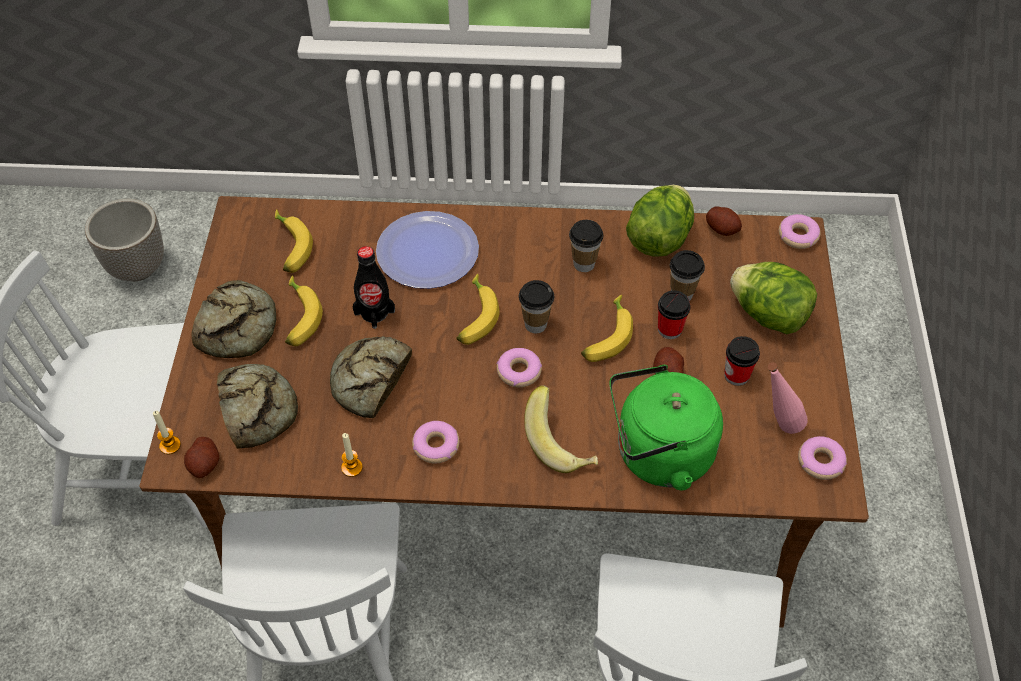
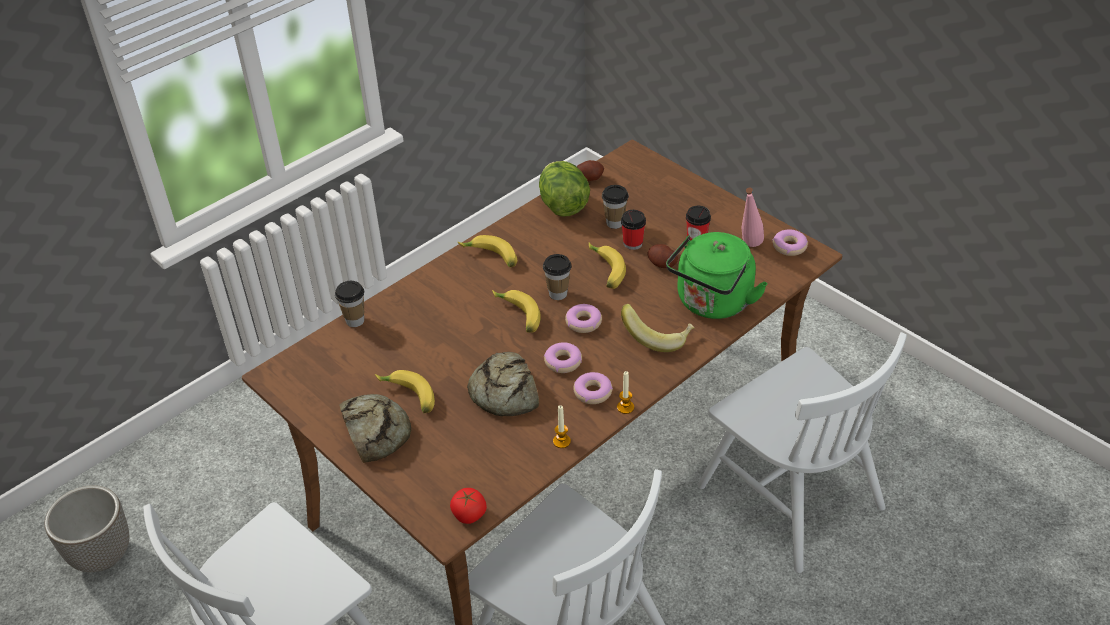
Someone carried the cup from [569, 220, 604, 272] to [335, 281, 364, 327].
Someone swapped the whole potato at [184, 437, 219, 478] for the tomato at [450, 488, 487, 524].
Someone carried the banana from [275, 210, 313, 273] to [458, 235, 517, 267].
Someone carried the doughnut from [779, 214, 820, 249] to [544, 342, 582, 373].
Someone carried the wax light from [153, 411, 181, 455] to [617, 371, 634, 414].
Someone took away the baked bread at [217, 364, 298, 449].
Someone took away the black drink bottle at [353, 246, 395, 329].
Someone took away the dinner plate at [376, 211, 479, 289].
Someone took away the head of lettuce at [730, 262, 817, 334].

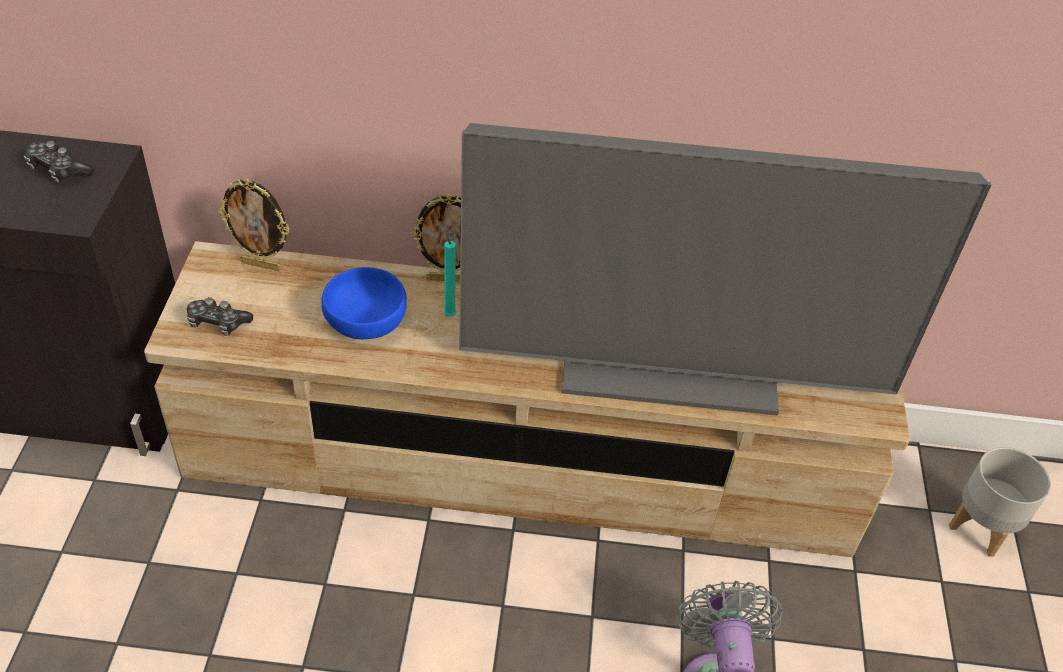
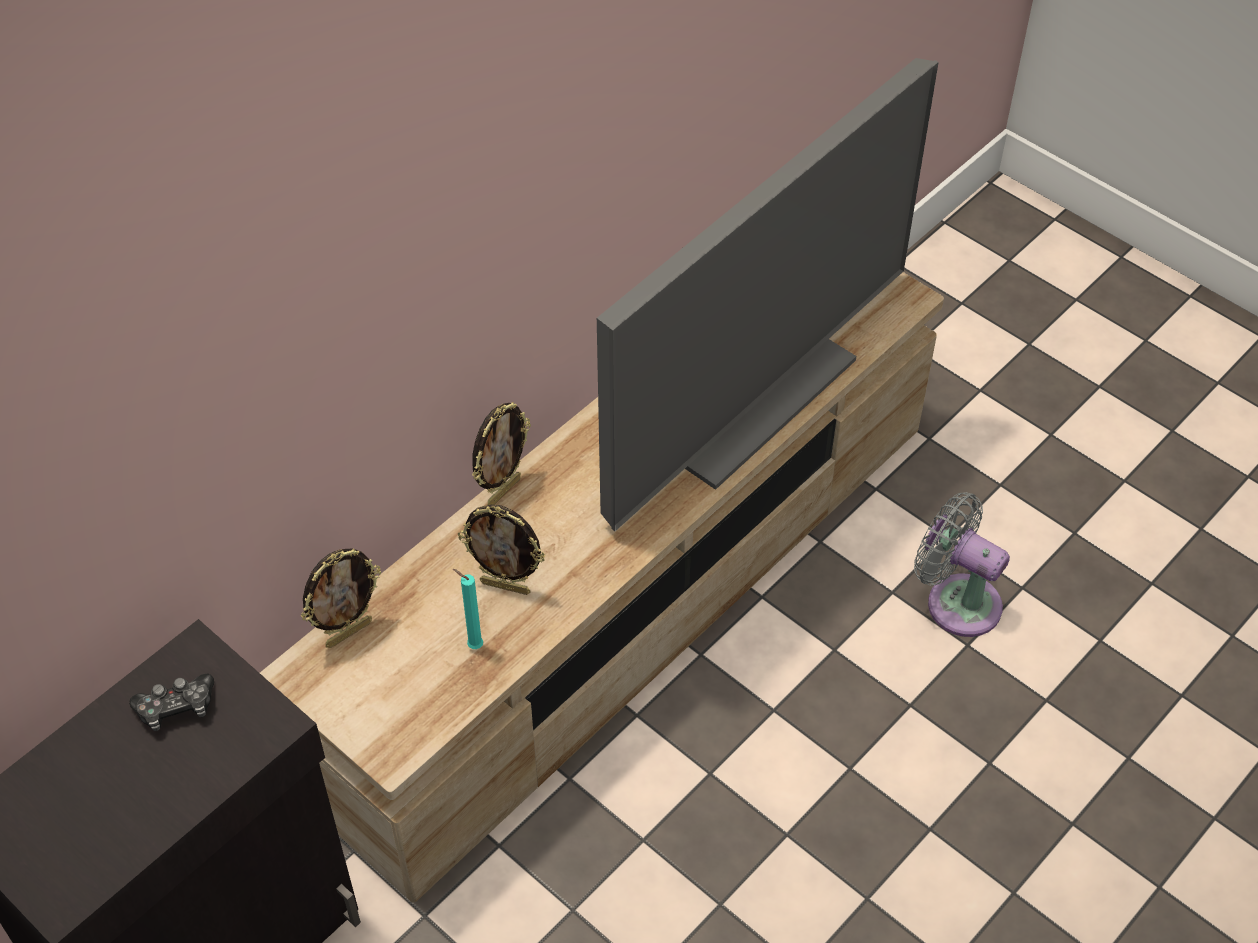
Someone carried the blue-green wax light from [443, 228, 456, 316] to [453, 569, 483, 649].
Someone swapped the blue-coloured deep dish at [321, 267, 407, 339] for the standing frame at [458, 505, 545, 595].
Someone took away the gamepad at [187, 297, 253, 336].
Someone took away the gray plant pot at [949, 447, 1051, 557].

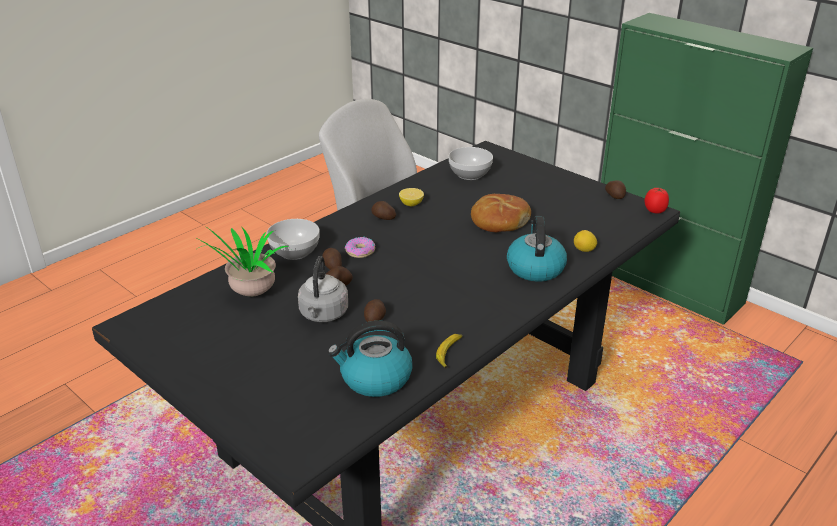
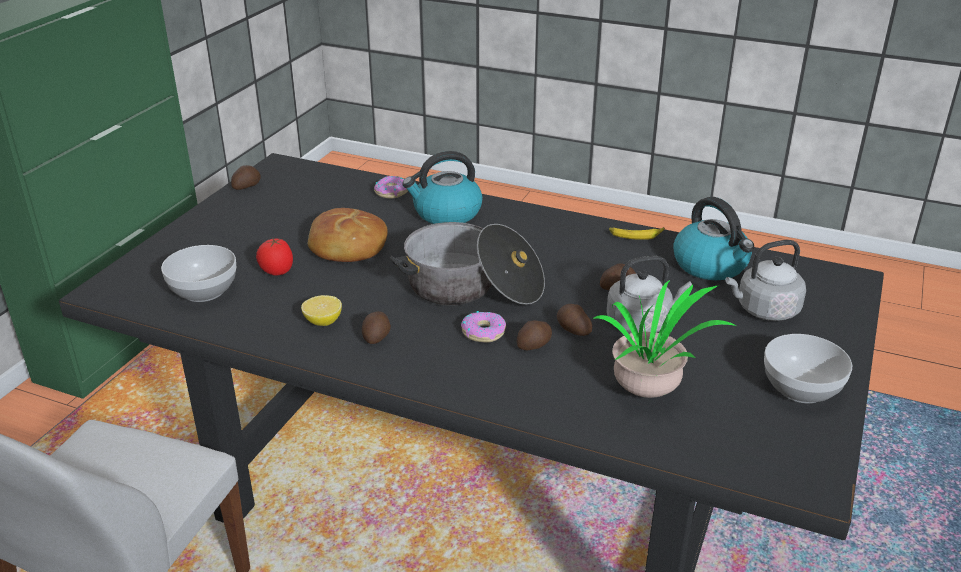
Someone carried the tomato from [645, 188, 669, 213] to [256, 238, 293, 276].
Someone swapped the whole lemon at [574, 230, 597, 252] for the doughnut at [374, 176, 408, 198].
Someone put down the saucepot at [390, 222, 545, 306].
Someone put down the gray water kettle at [725, 240, 806, 321].
Someone carried the deep dish from [267, 219, 320, 260] to [764, 334, 852, 403].

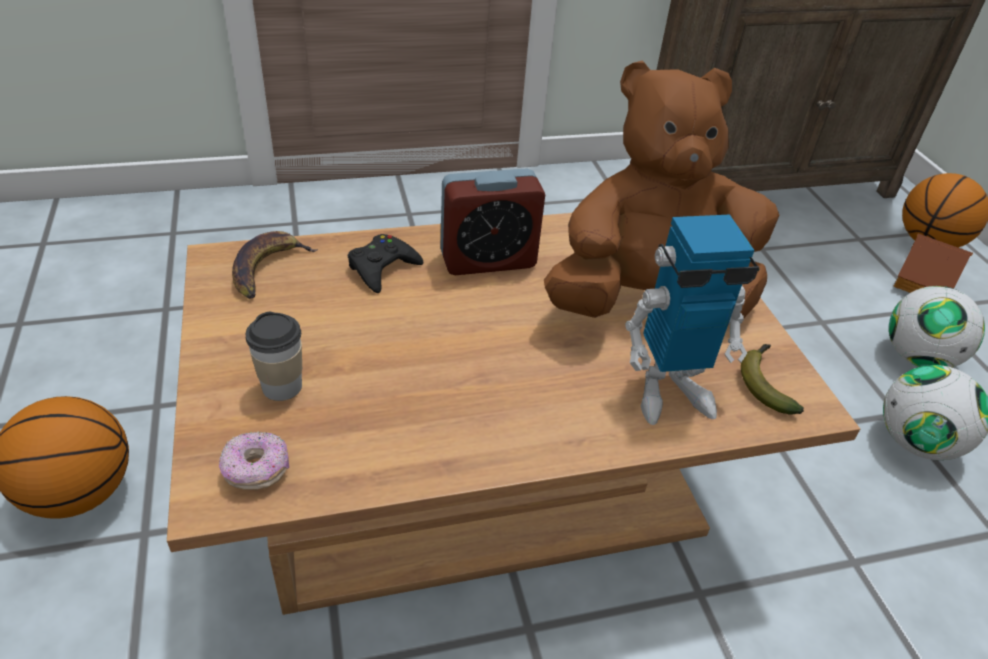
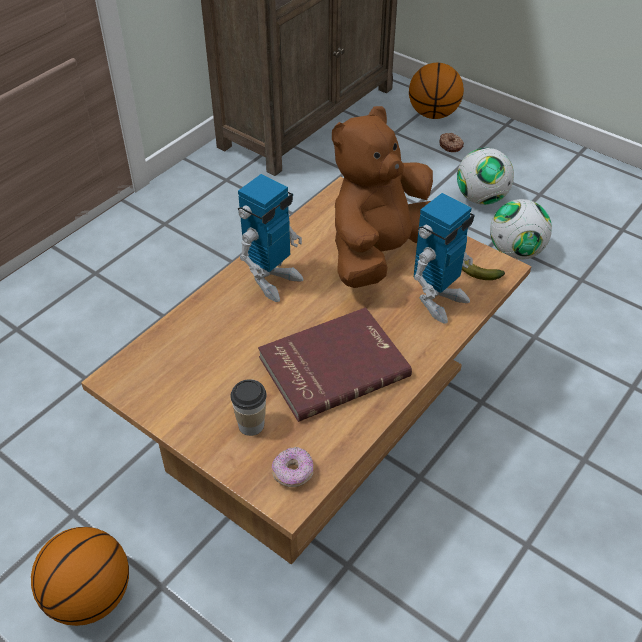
Someone swapped the table clock at [440, 168, 545, 275] for the toy robot at [238, 174, 304, 302].
Someone put down the reddish book at [258, 307, 412, 422].
Someone swapped the toy house at [894, 234, 973, 293] for the doughnut at [440, 133, 464, 152].
Someone took away the banana at [232, 231, 318, 299].
Someone took away the black gamepad at [348, 234, 423, 293].

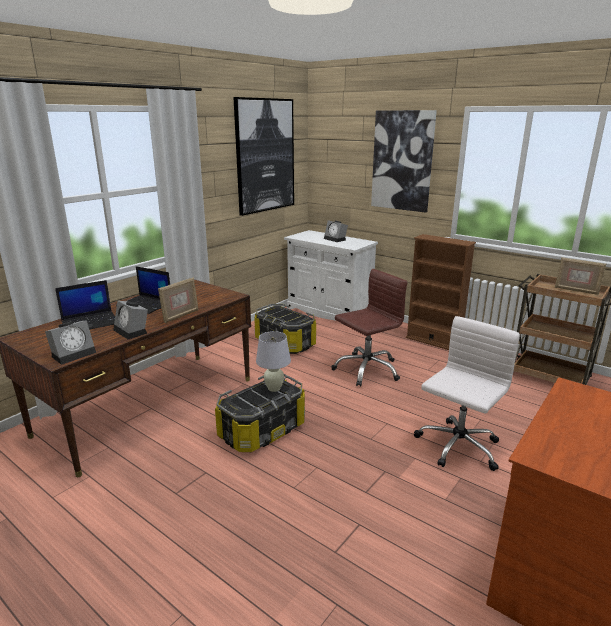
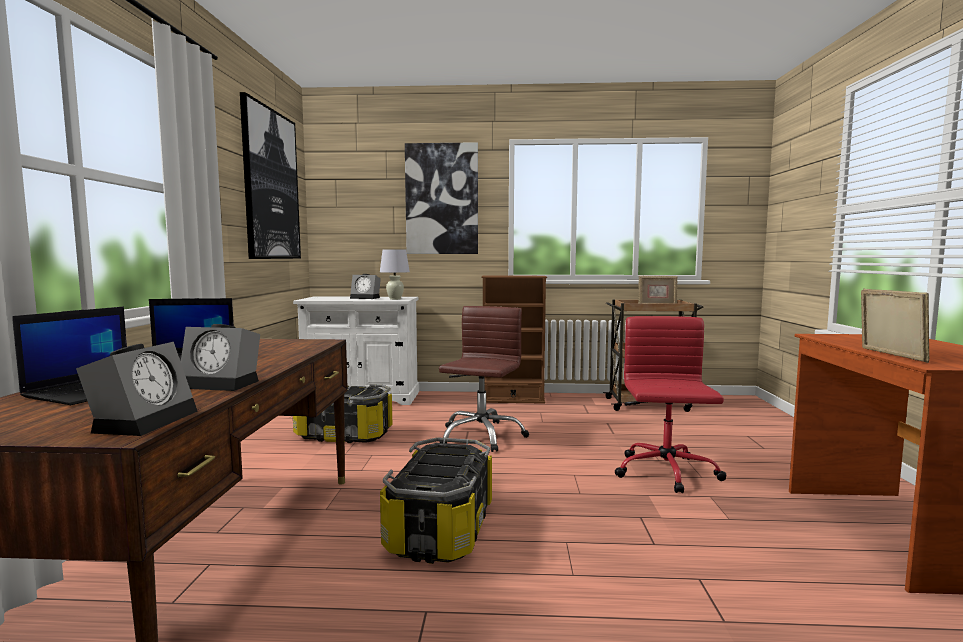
Someone carried the white-coloured tabletop lamp from [256, 331, 291, 392] to [380, 249, 410, 300].
Someone repainted the white-coloured office chair at [414, 316, 520, 471], which became the reddish office chair at [615, 316, 727, 493].
Someone carried the standing frame from [158, 277, 199, 323] to [861, 288, 929, 363].

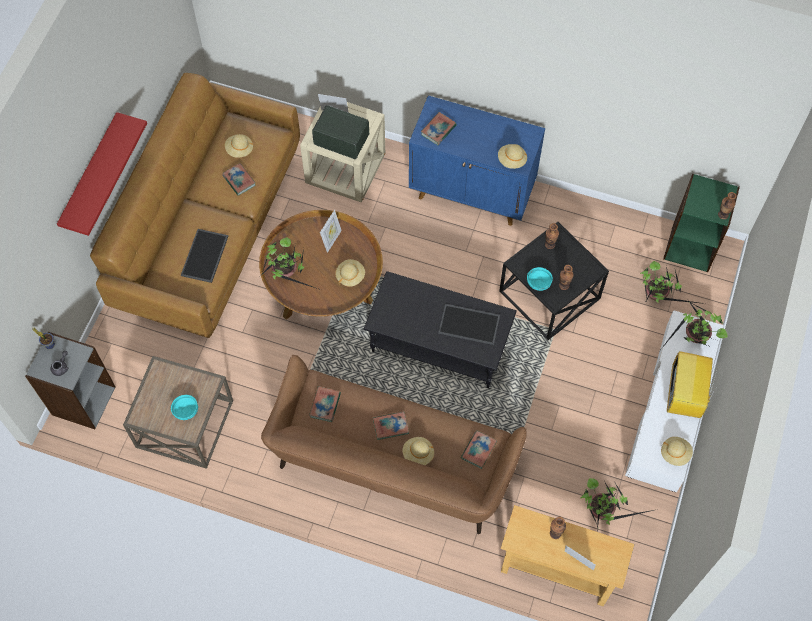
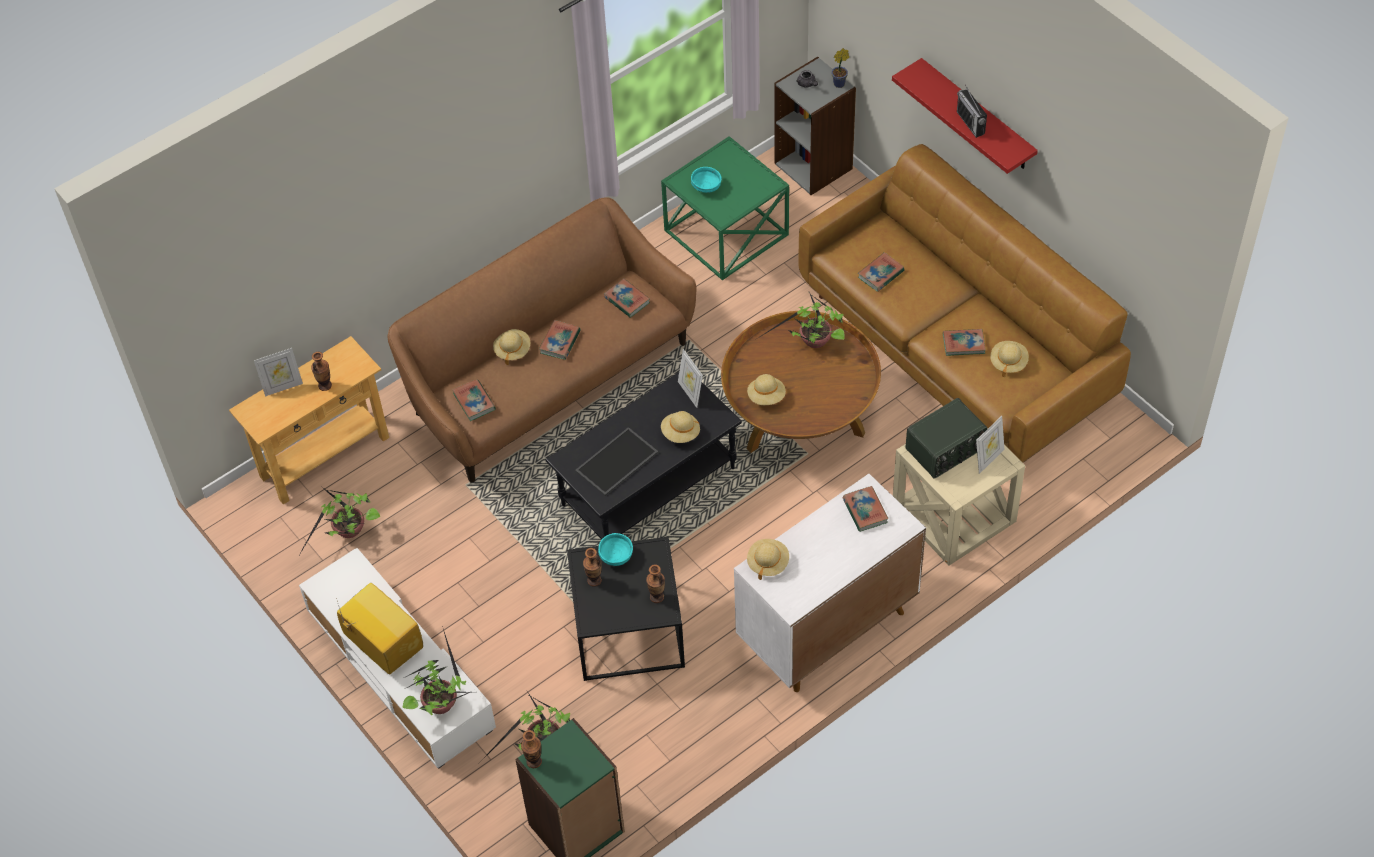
Someone repainted the brownish accent table at [123, 356, 233, 469], which became the greenish accent table at [661, 136, 789, 280].
Someone carried the beige hat from [661, 437, 693, 466] to [661, 411, 700, 443].
Someone carried the standing frame from [320, 210, 342, 253] to [678, 349, 703, 408].
Someone repainted the blue-coloured cabinet at [409, 96, 545, 226], which became the white-coloured cabinet at [734, 474, 926, 692].
Someone swapped the serving tray at [181, 229, 228, 283] for the book at [858, 252, 905, 292].
Someone put down the radio set at [957, 85, 987, 138].

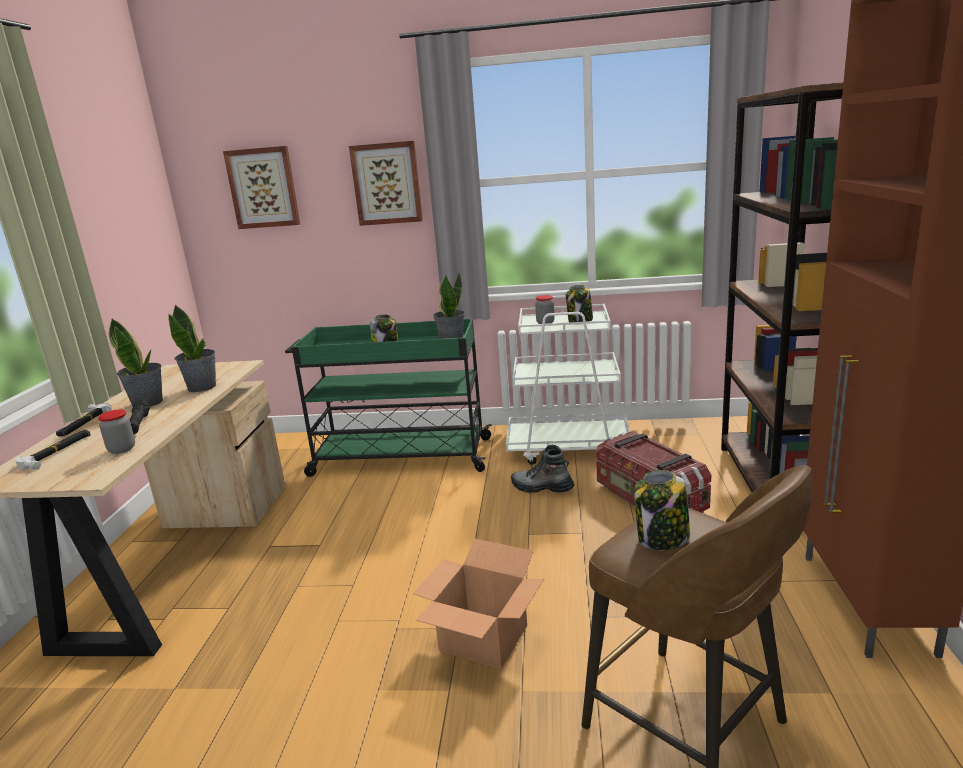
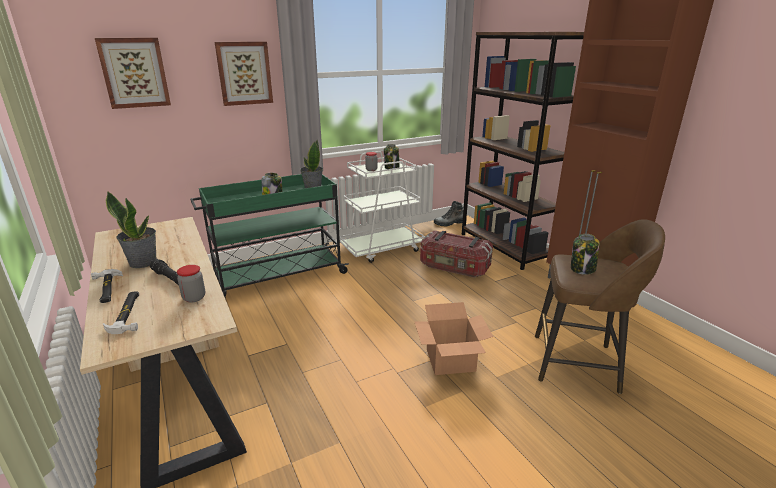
Someone carried the high-top boot from [511, 445, 575, 493] to [434, 201, 464, 227].
Someone took away the potted plant at [168, 304, 216, 392].

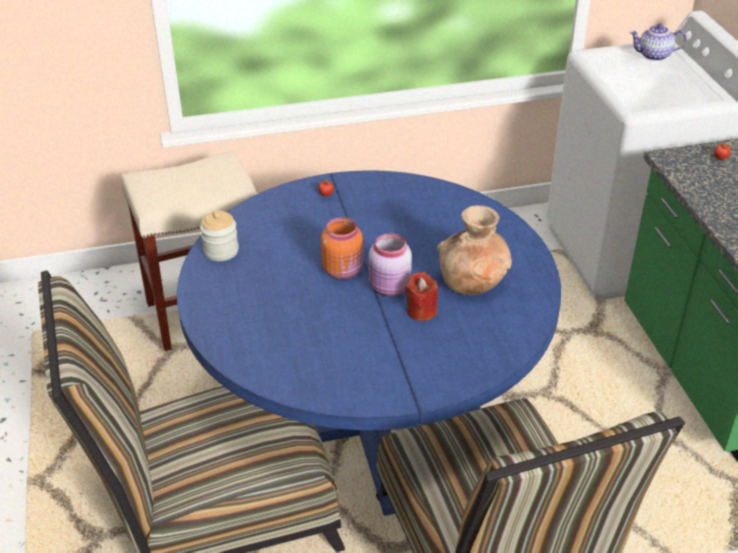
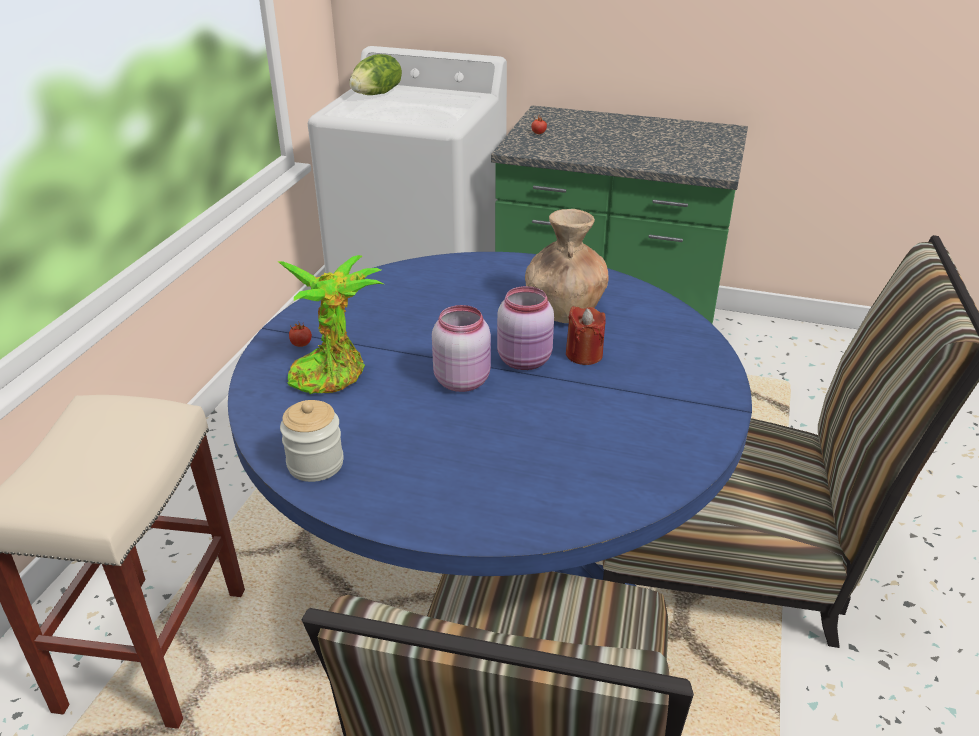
Someone put down the potted plant at [278, 255, 383, 394].
Someone swapped the tea pot at [629, 24, 687, 61] for the head of lettuce at [349, 54, 402, 95].
Someone repainted the orange-coloured jar at [321, 217, 363, 279], which became the pink-coloured jar at [432, 305, 491, 392].

